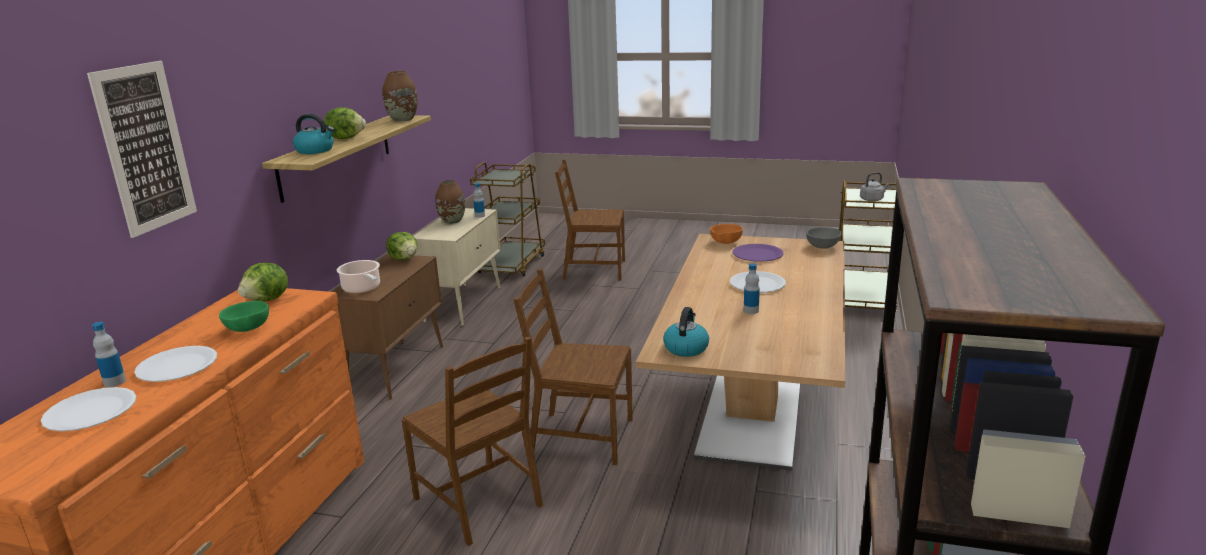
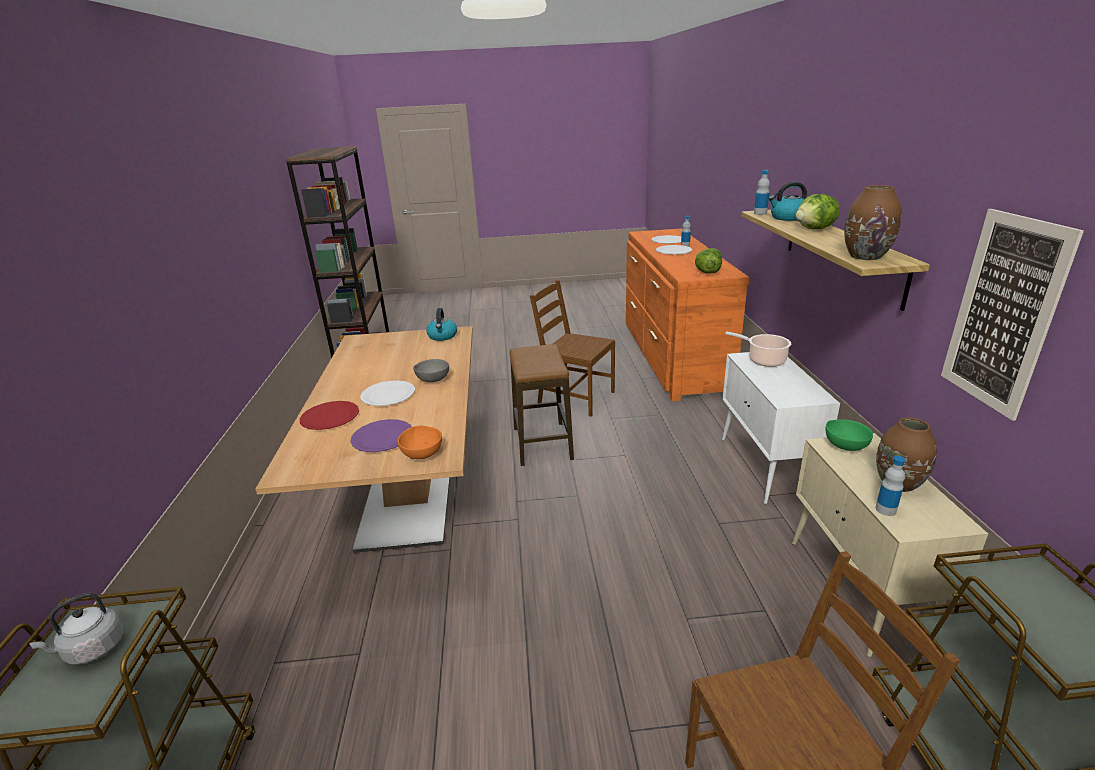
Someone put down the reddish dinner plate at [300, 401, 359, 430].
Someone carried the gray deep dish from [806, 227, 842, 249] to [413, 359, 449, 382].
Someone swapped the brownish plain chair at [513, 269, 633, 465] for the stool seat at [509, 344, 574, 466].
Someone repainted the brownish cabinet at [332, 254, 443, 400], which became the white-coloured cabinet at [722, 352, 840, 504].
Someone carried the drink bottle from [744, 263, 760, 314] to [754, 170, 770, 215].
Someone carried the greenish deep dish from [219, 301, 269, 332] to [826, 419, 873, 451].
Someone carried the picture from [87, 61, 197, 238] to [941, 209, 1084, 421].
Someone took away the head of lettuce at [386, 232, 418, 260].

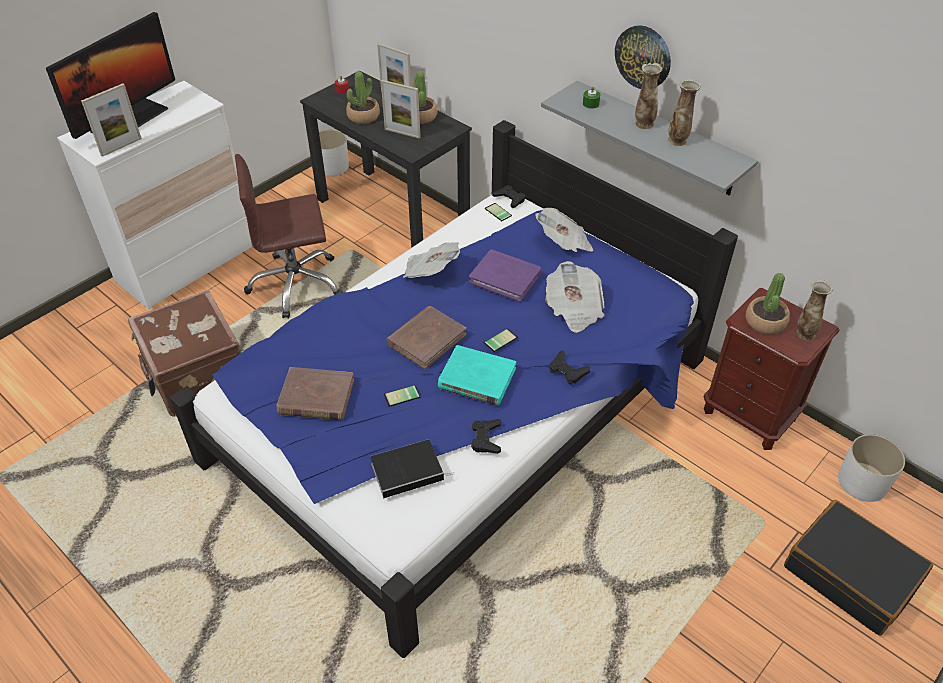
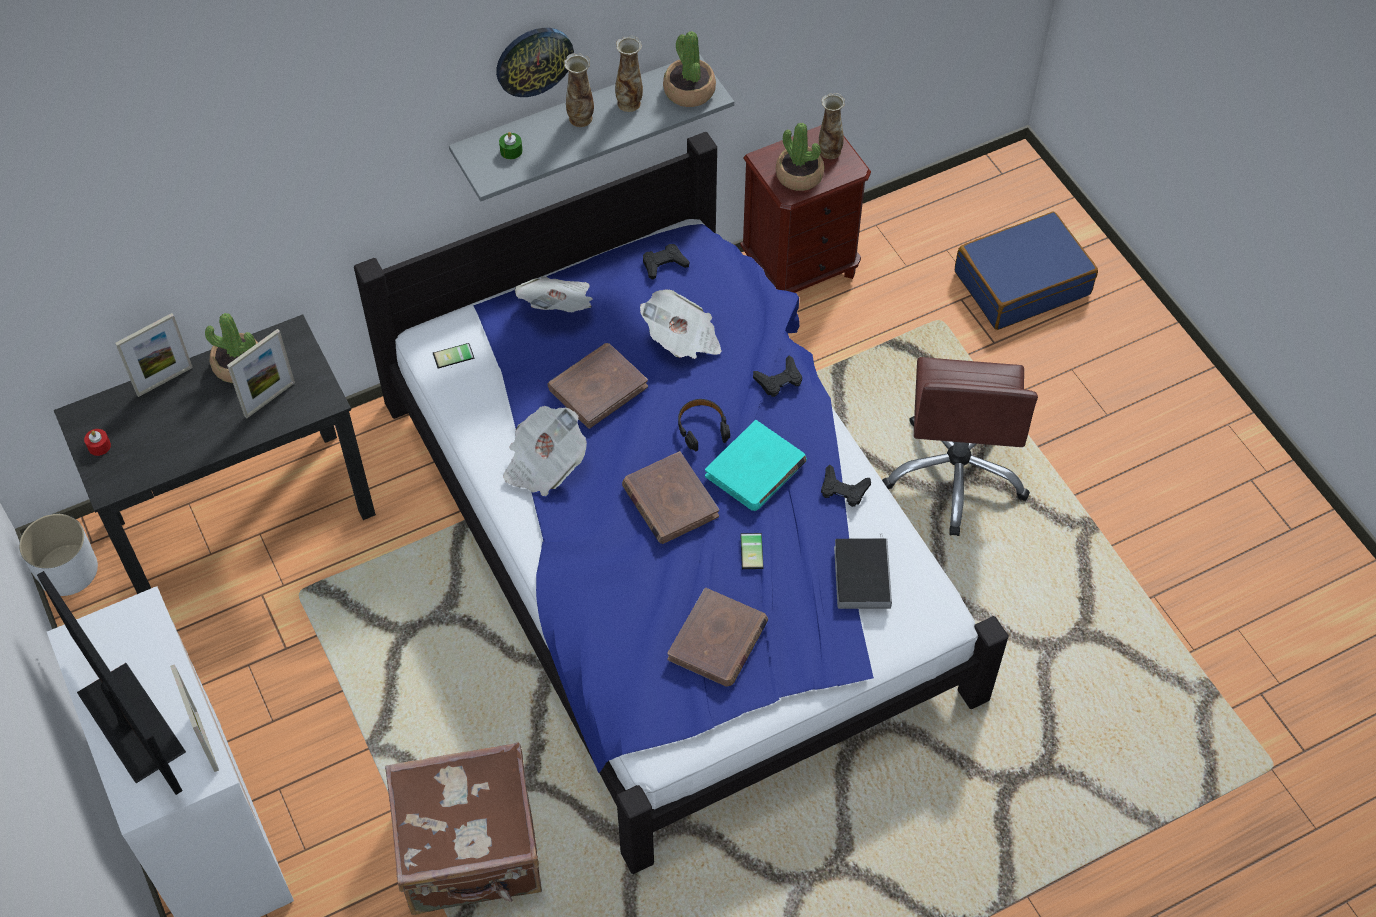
Someone repainted the purplish book at [469, 249, 541, 302], which became the brownish book at [547, 343, 648, 429].
Someone carried the black gamepad from [492, 185, 525, 208] to [643, 244, 689, 280].
Someone carried the potted plant from [346, 71, 380, 124] to [663, 31, 716, 107].
Someone swapped the telephone at [484, 328, 518, 352] for the black headset at [678, 399, 730, 451].
Someone carried the brownish office chair from [235, 154, 343, 318] to [882, 357, 1038, 536].
Someone repainted the black travel case at [784, 500, 933, 636], which became the blue-coloured travel case at [955, 212, 1098, 330].
Someone took away the white-coloured plant pot at [838, 434, 905, 502].

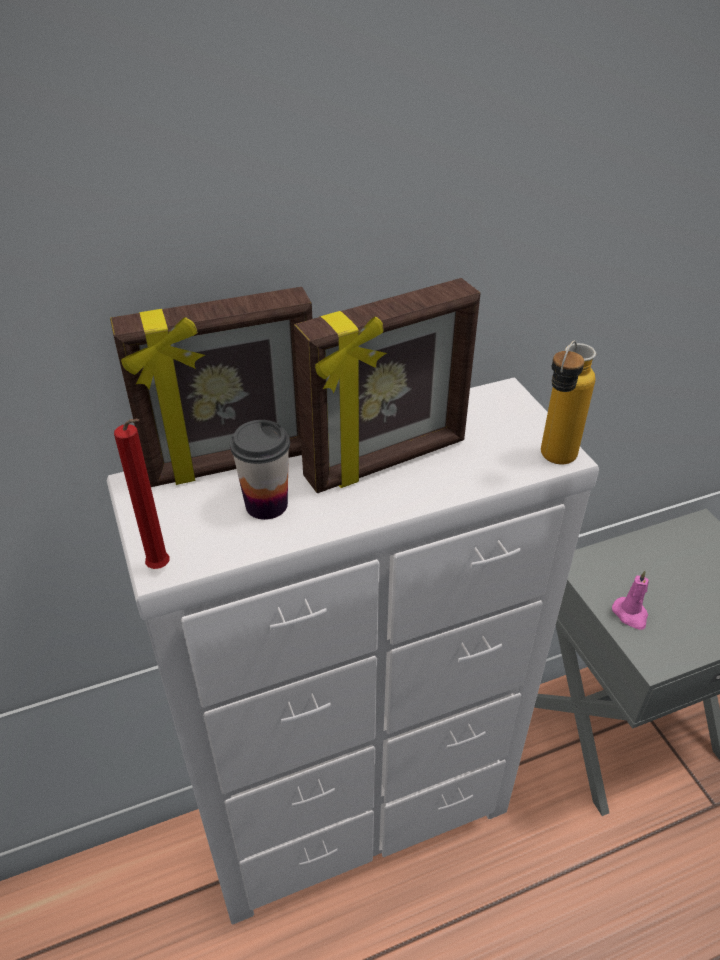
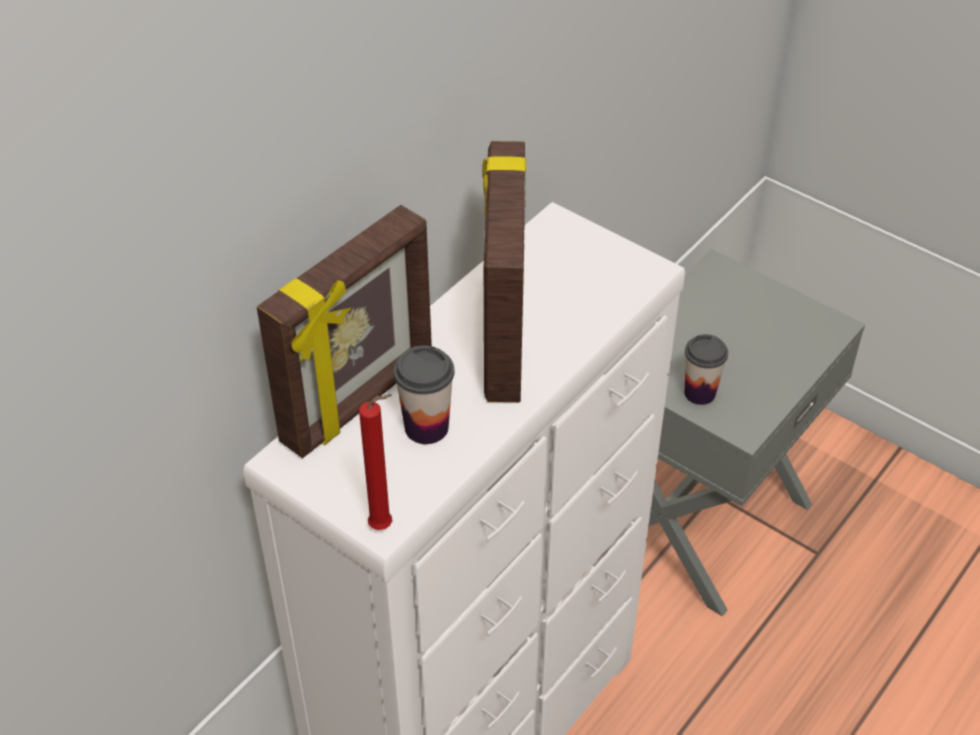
Someone rotated the standing frame at [294, 278, 480, 493] by 150 degrees clockwise.
Someone swapped the pink-coloured wax light at [612, 571, 649, 630] for the cup at [684, 334, 728, 405].
Someone took away the drink bottle at [541, 340, 596, 465].

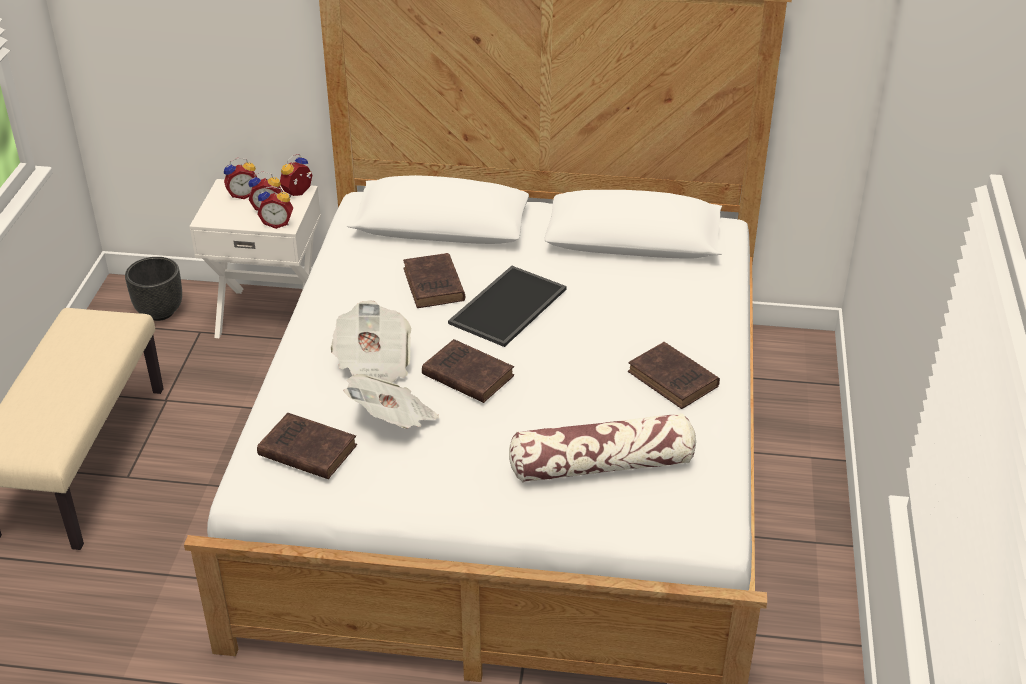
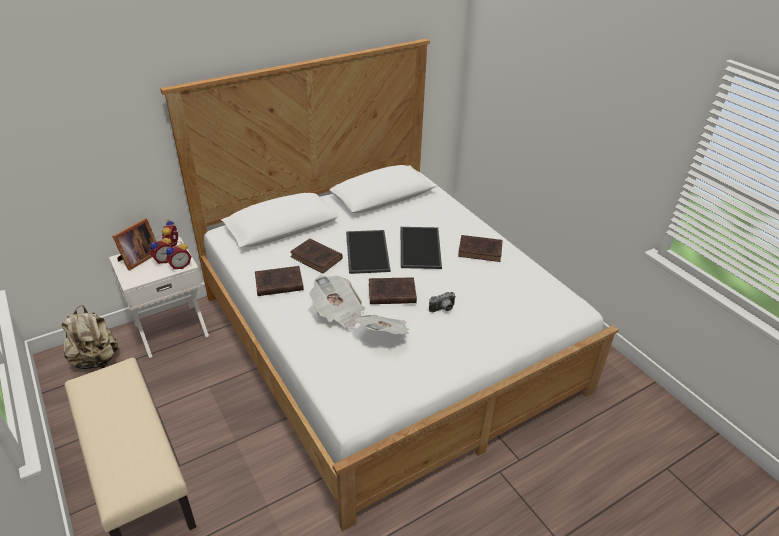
Someone swapped the black plant pot at [125, 257, 182, 321] for the beige knapsack at [62, 305, 118, 369].
Someone swapped the table clock at [224, 158, 257, 199] for the standing frame at [112, 218, 157, 271].
Someone carried the brownish book from [257, 413, 357, 479] to [255, 266, 304, 296].
Someone put down the serving tray at [400, 227, 442, 269].
Someone put down the photo camera at [429, 292, 456, 312].
Someone took away the cushion at [509, 413, 696, 483].

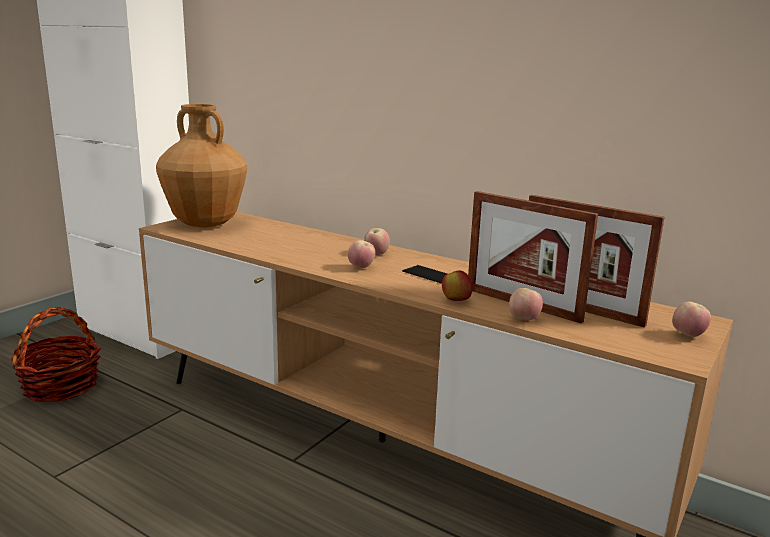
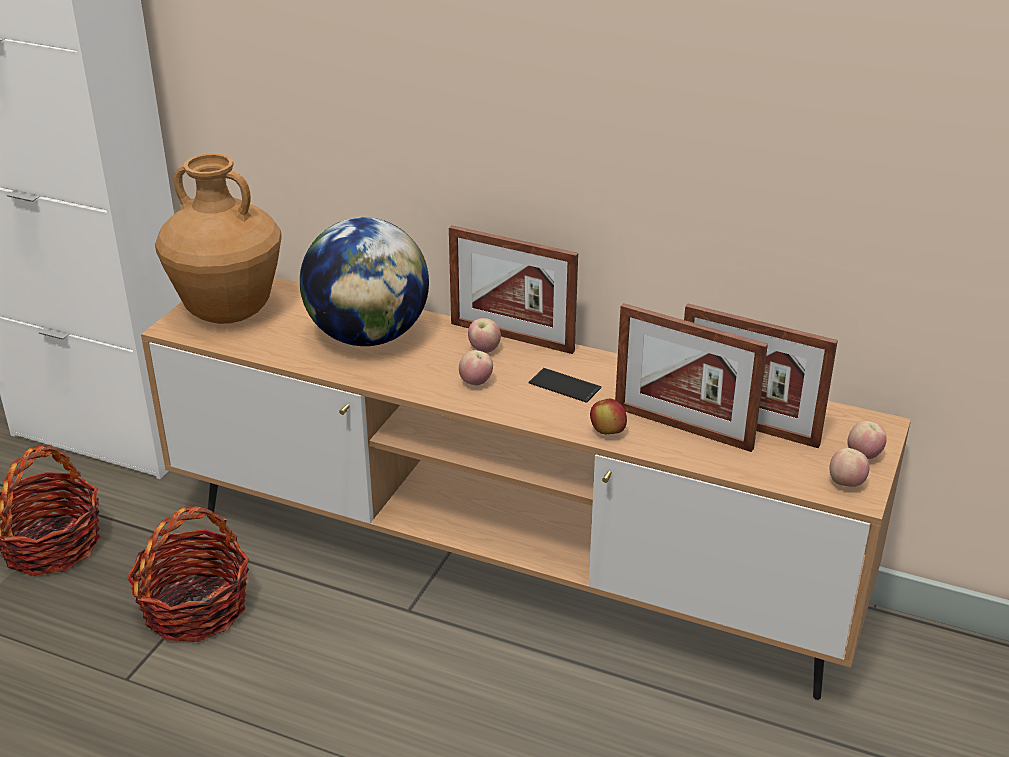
Someone put down the storage basket at [126, 506, 249, 642].
Someone put down the globe at [300, 217, 429, 346].
Someone put down the standing frame at [449, 225, 578, 354].
Someone carried the apple from [509, 288, 543, 320] to [829, 448, 869, 487].

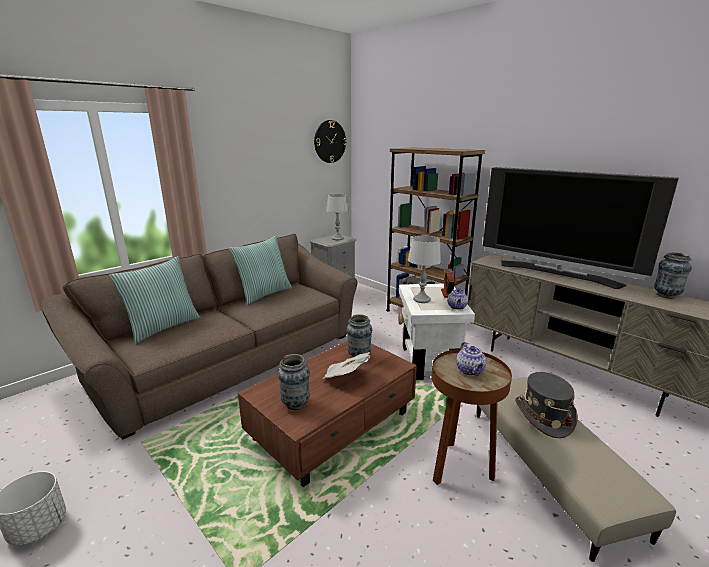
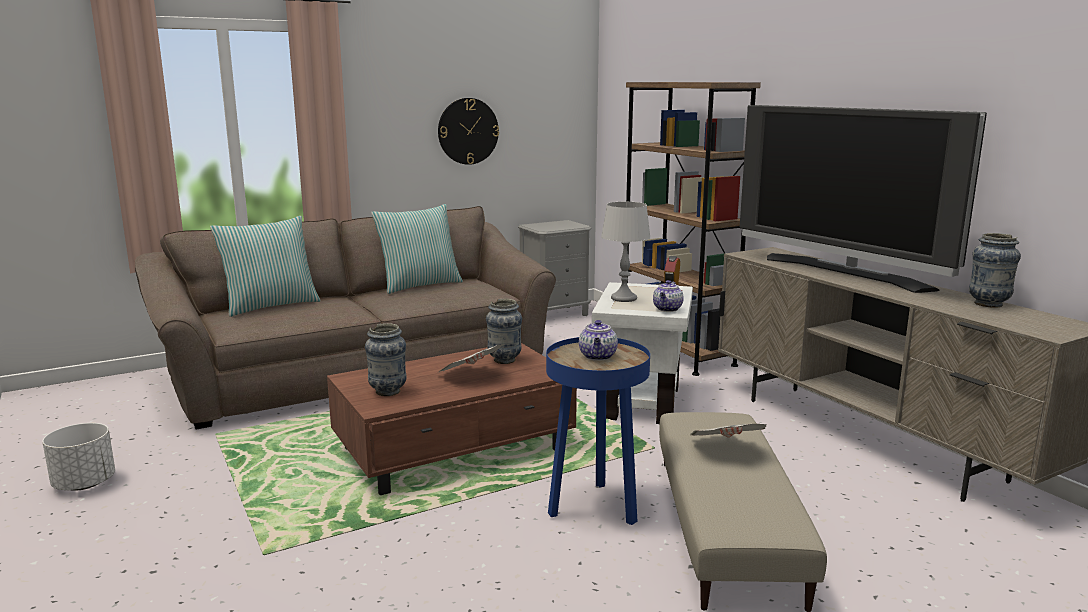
Someone carried the wall clock from [314, 120, 347, 163] to [438, 98, 499, 165].
Someone repainted the brownish accent table at [431, 349, 512, 485], which became the blue-coloured accent table at [546, 337, 650, 525].
Someone swapped the gray hat at [515, 372, 578, 438] for the printed paper at [690, 424, 766, 438].
Someone took away the gray tabletop lamp at [326, 194, 349, 240].

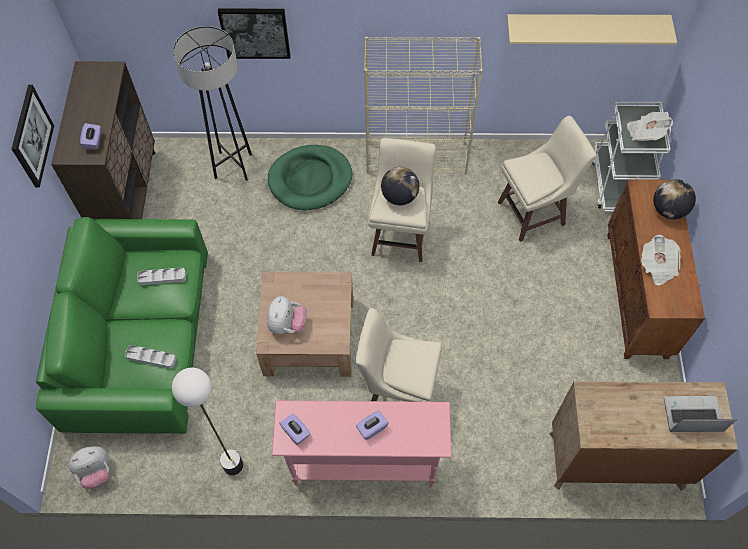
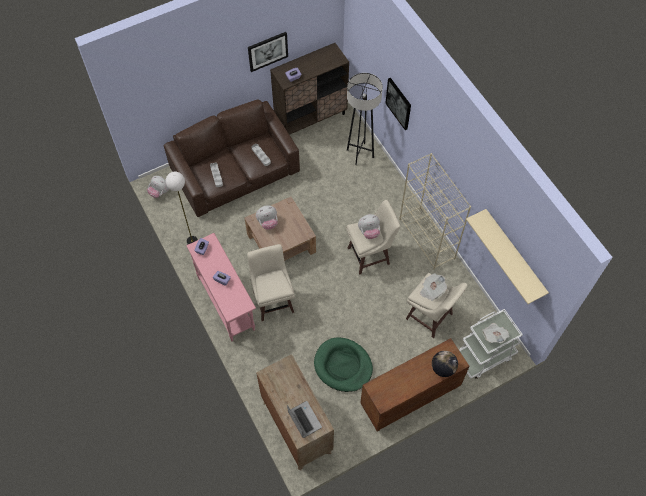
Someone repainted the greenish settee at [36, 217, 208, 434], which became the brownish settee at [164, 100, 300, 217].
Someone carried the greenish dog cushion from [268, 145, 353, 211] to [314, 337, 373, 392].
Someone swapped the globe at [381, 167, 419, 205] for the cuddly toy at [358, 214, 380, 239].
Someone carried the printed paper from [641, 235, 681, 286] to [420, 273, 447, 301].

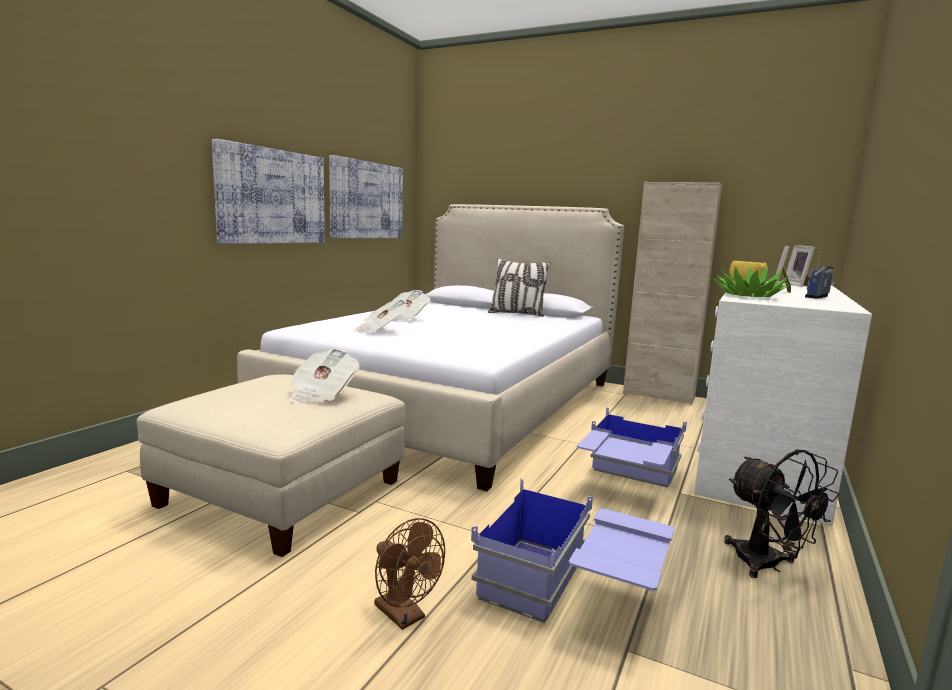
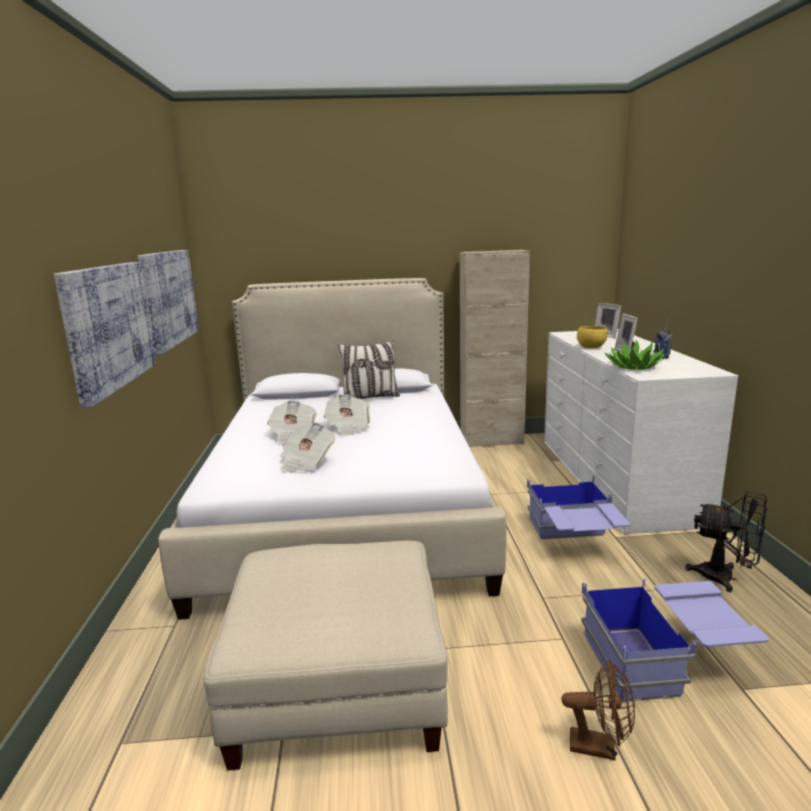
Someone carried the printed paper from [290, 348, 359, 404] to [324, 394, 370, 436].

